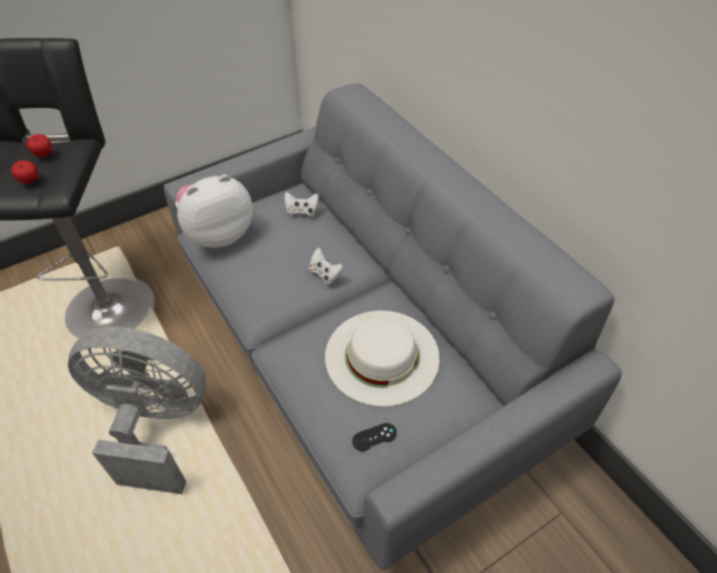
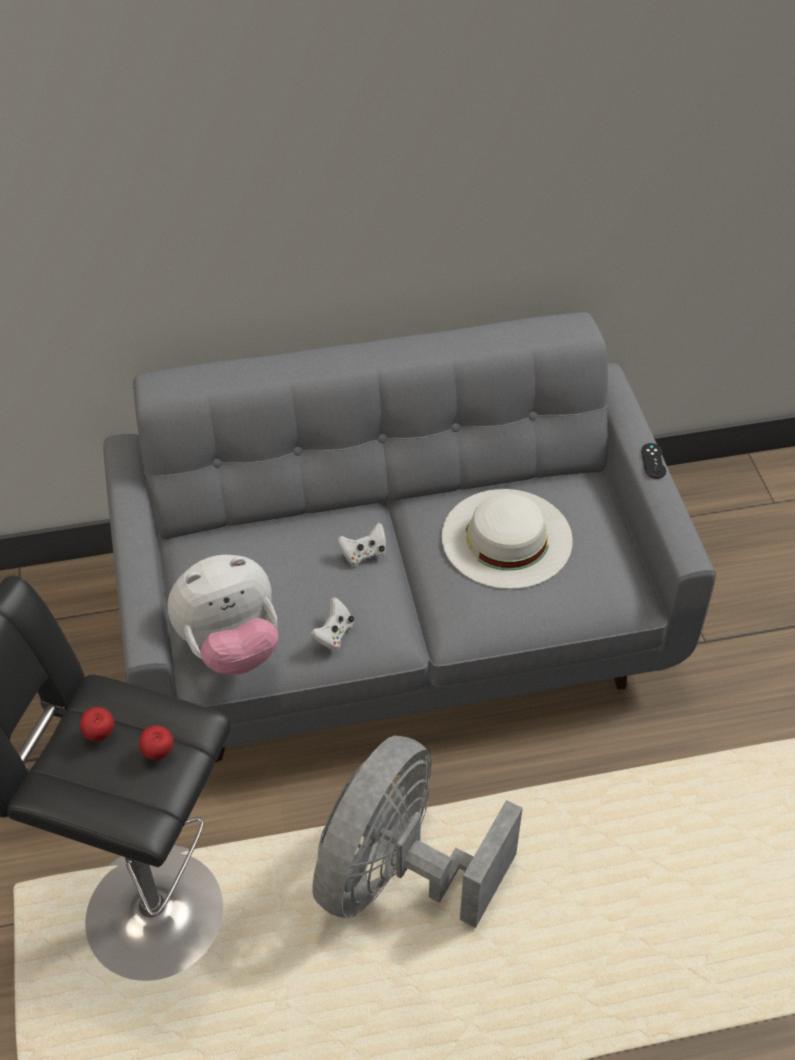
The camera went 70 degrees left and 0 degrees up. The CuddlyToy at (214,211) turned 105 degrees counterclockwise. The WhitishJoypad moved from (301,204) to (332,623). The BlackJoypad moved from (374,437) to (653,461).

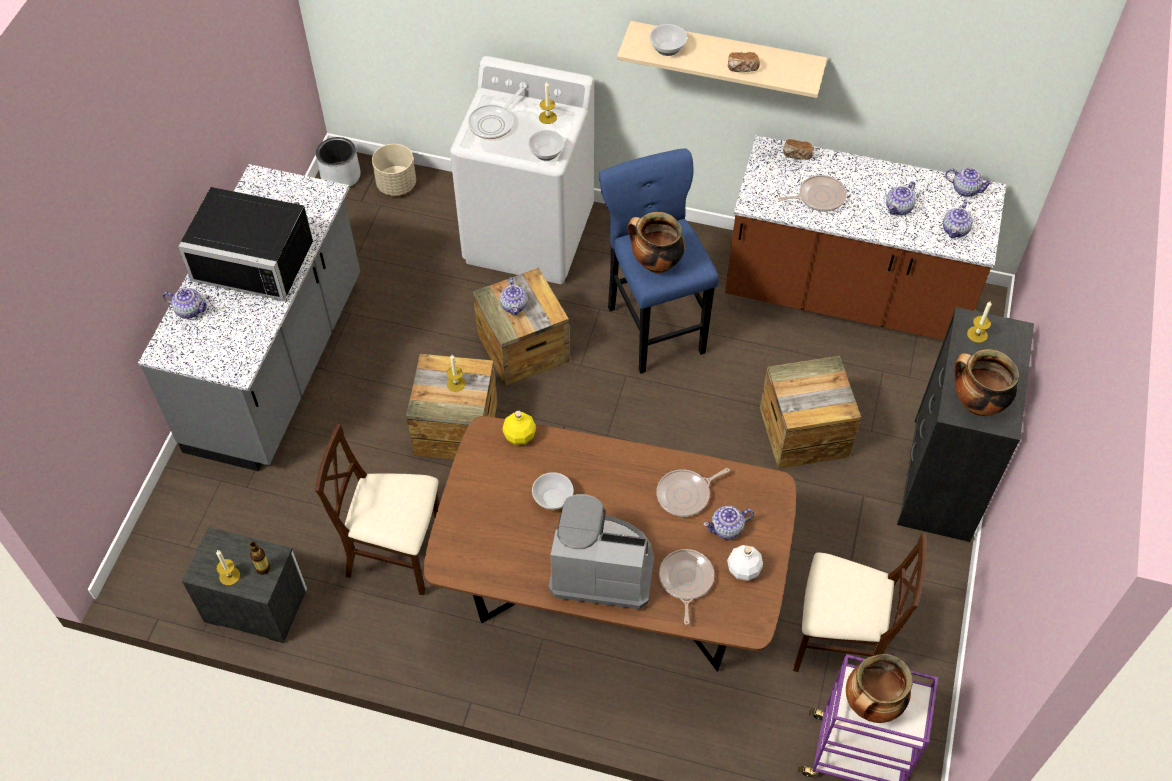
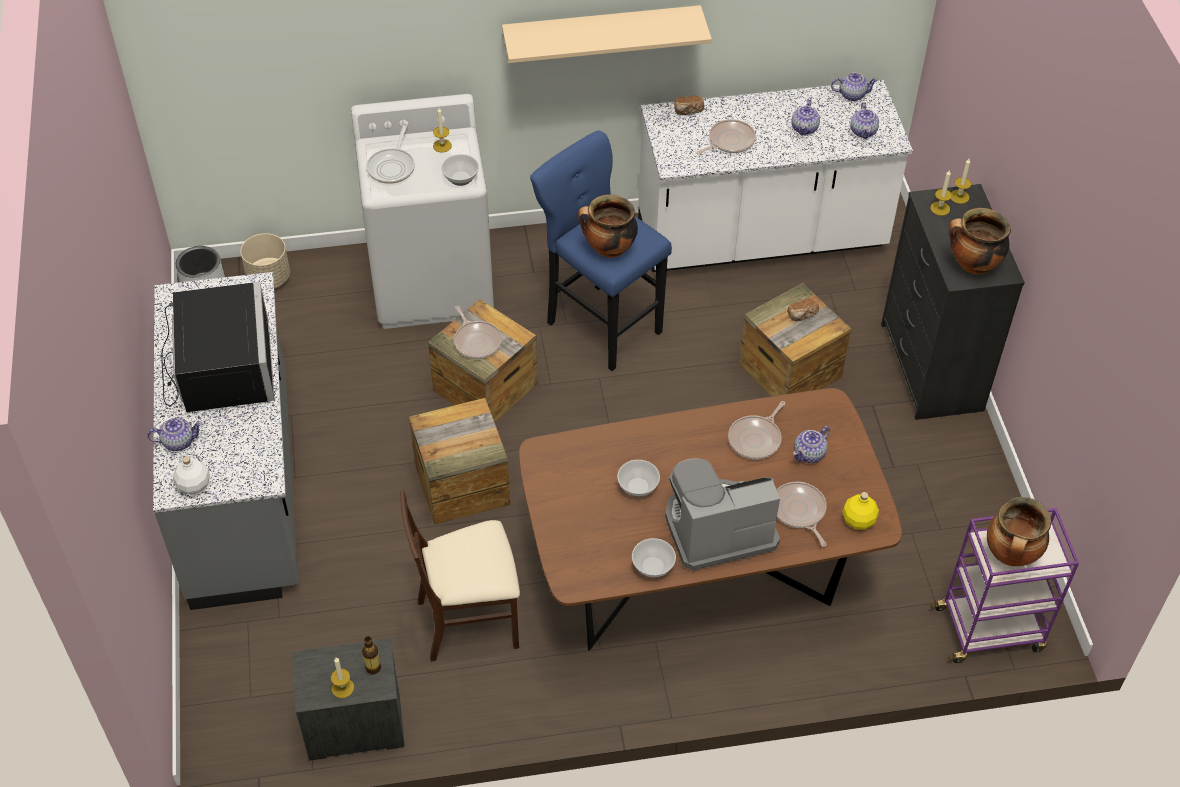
The camera went 25 degrees left and 5 degrees down. The DeepDish moved from (668,40) to (654,558). The BakedBread moved from (744,62) to (803,309). The BrownColouredKitchenCounter at (865,237) became the WhitishKitchenCounter at (775,176). The BlackMicrowaveOven at (245,244) turned 90 degrees counterclockwise. The Teapot at (514,296) was replaced by the Skillet at (478,332). The WaxCandle moved from (456,373) to (961,181). The YellowBottle moved from (519,428) to (860,511). The SandColouredPlainChair at (860,602) disappeared. The WhitishBottle moved from (745,563) to (191,475).

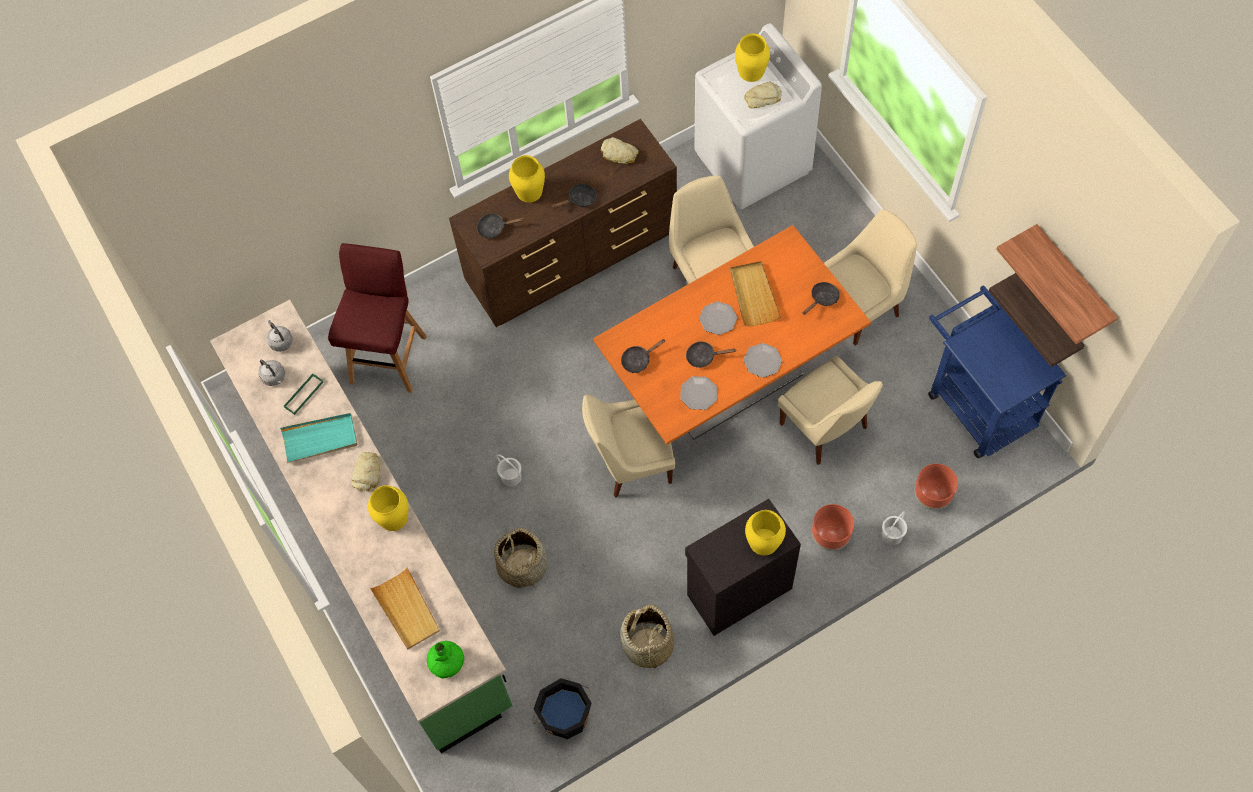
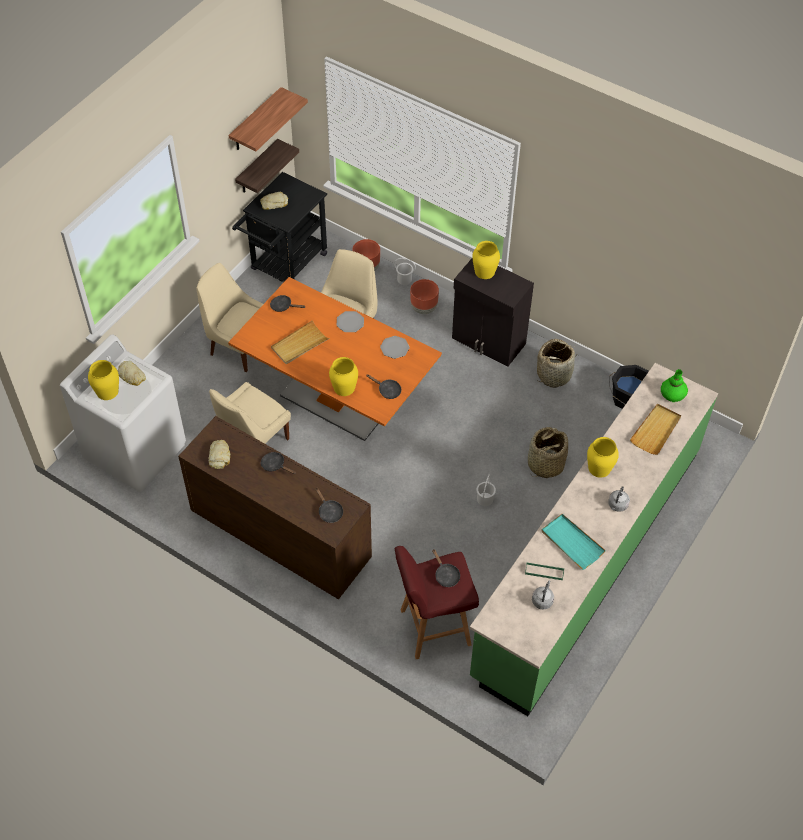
The camera went 120 degrees left and 10 degrees down. The YellowVase moved from (527,179) to (343,376). The BlueColouredCart at (997,372) became the BlackCart at (279,227). The DinnerPlate at (718,318) disappeared. The GreyishWaterKettle moved from (279,336) to (619,499). The BlackSkillet moved from (711,354) to (446,568). The SandColouredPlainChair at (628,446) disappeared. The BakedBread moved from (366,471) to (274,201).

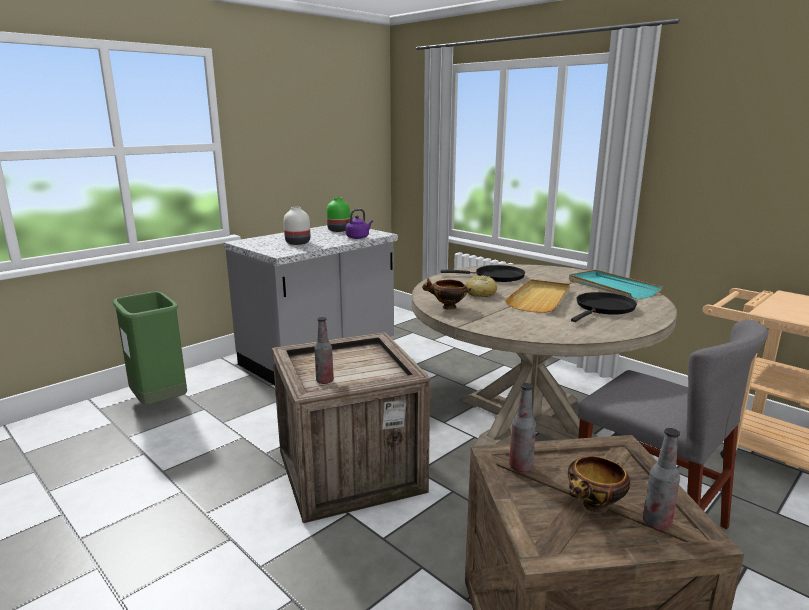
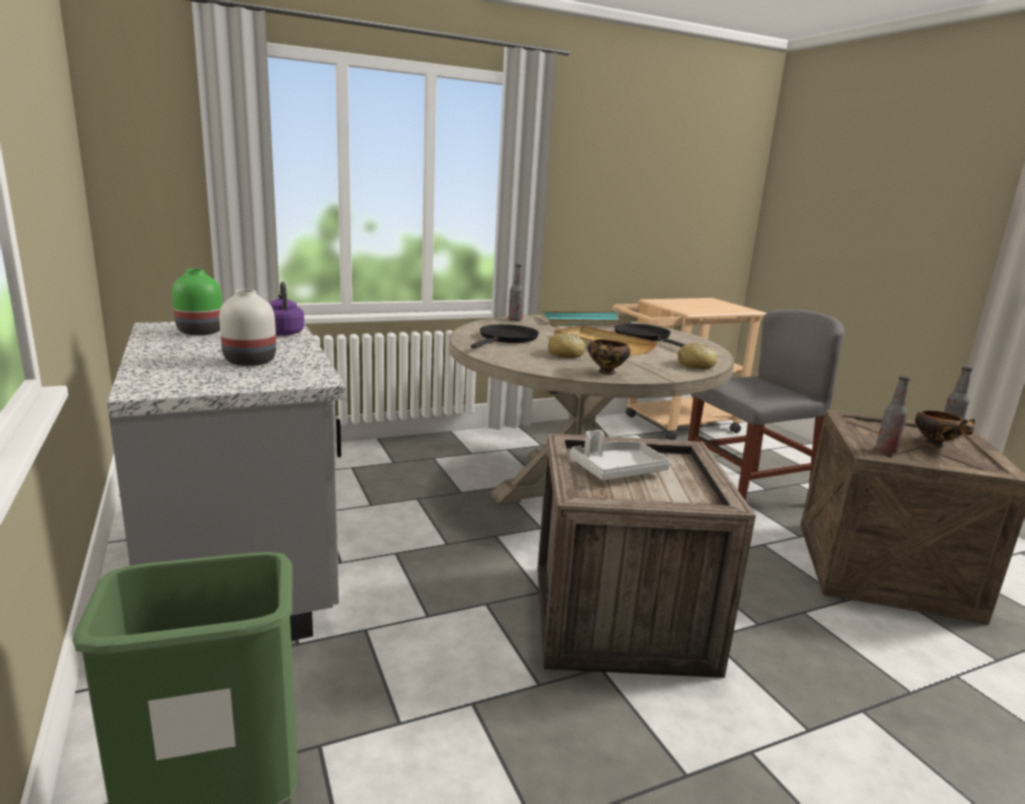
The camera went 70 degrees left and 0 degrees up. The Bottle moved from (324,350) to (516,292). The BakedBread at (697,356) appeared. The GreyishCarryingTray at (620,455) appeared.

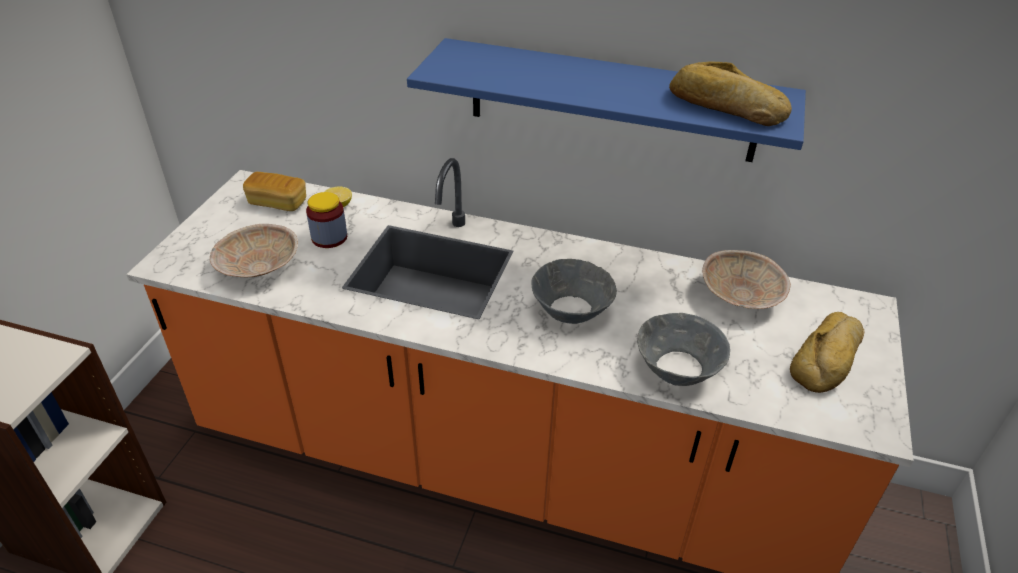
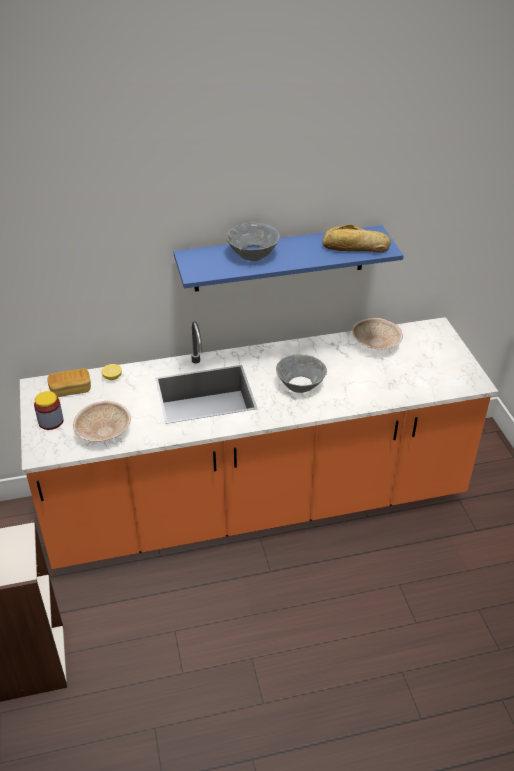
The camera went 30 degrees left and 0 degrees up. The PreserveJar moved from (326,220) to (49,410). The BakedBread at (827,352) disappeared. The GreyishDeepDish moved from (683,349) to (253,242).

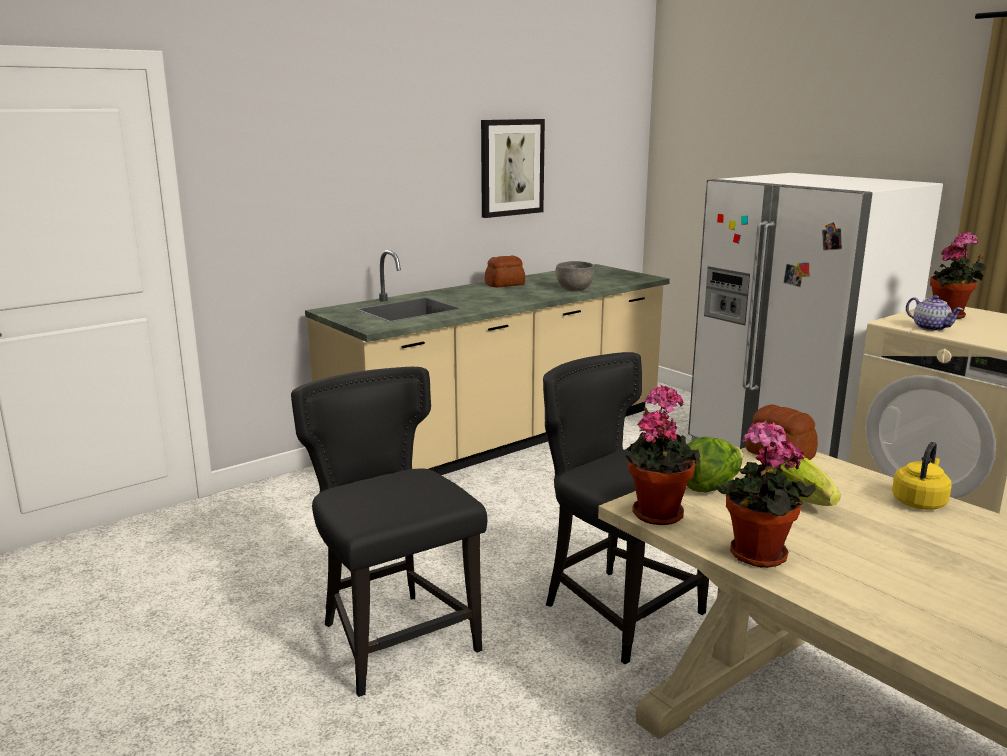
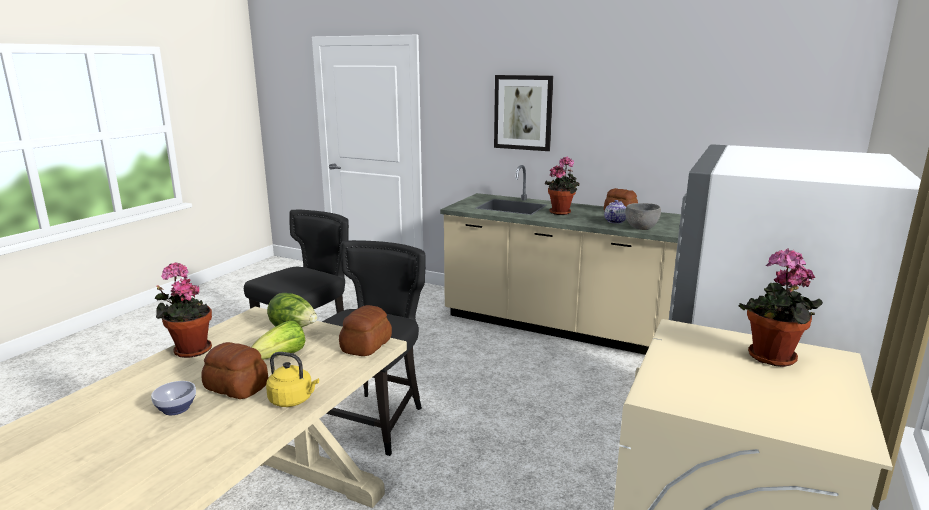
The camera went 65 degrees right and 0 degrees up. The WallPicture moved from (513,168) to (523,113). The Teapot moved from (934,313) to (615,212). The PottedPlant moved from (663,455) to (562,186). The BakedBread at (234,370) appeared. The DeepDish at (173,398) appeared.

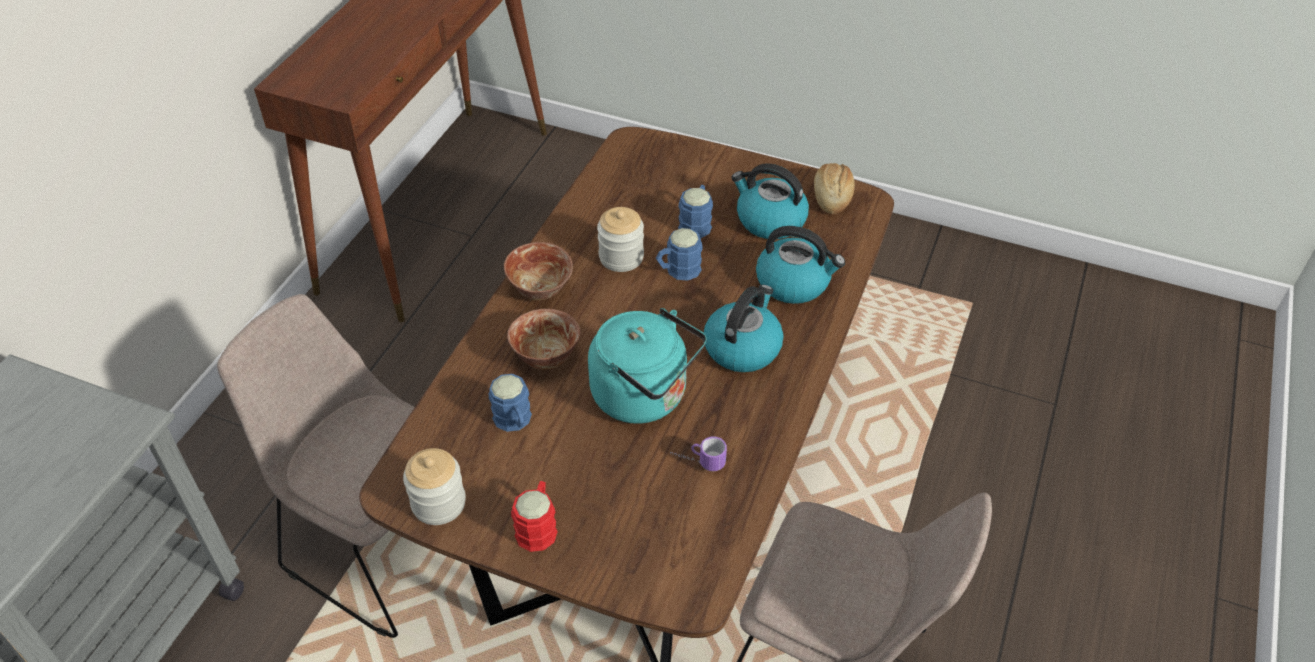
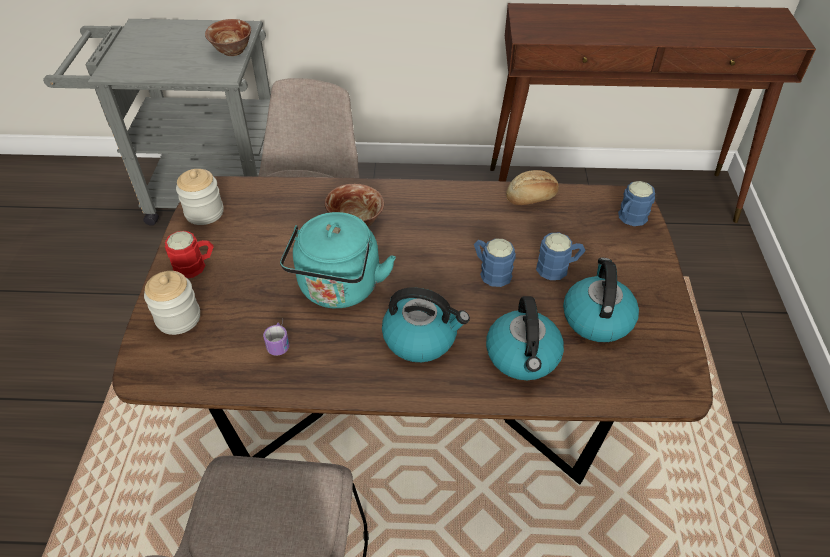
The camera went 70 degrees right and 0 degrees up. The BakedBread moved from (834,188) to (532,187). The PreserveJar moved from (620,239) to (172,303). The DeepDish moved from (538,271) to (228,37). The BlueColouredCoffeeMug moved from (510,403) to (636,203).

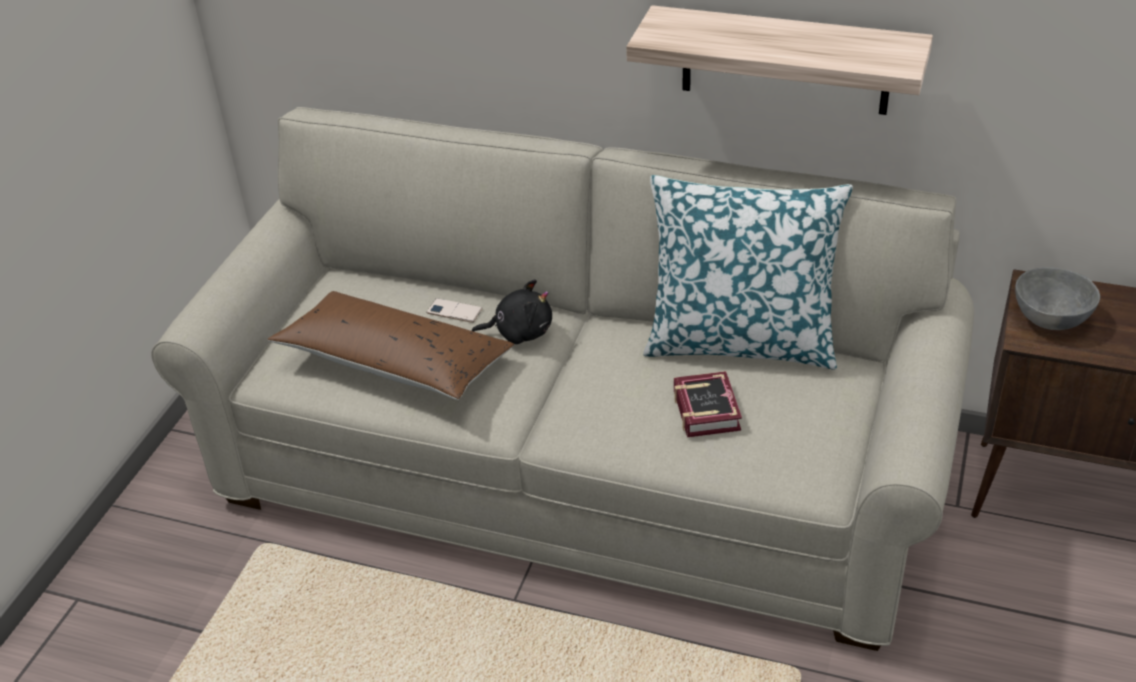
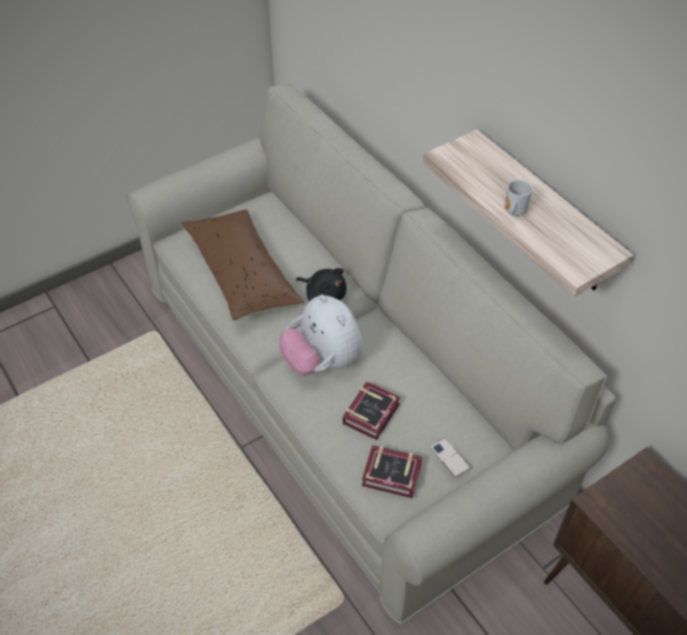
The camera went 35 degrees right and 10 degrees up. The Cushion at (748,272) disappeared. The GreyishDeepDish at (1057,298) disappeared. The Handset moved from (454,310) to (450,458). The CoffeeMug at (518,198) appeared. The CuddlyToy at (321,335) appeared. The BoundBook at (392,471) appeared.

